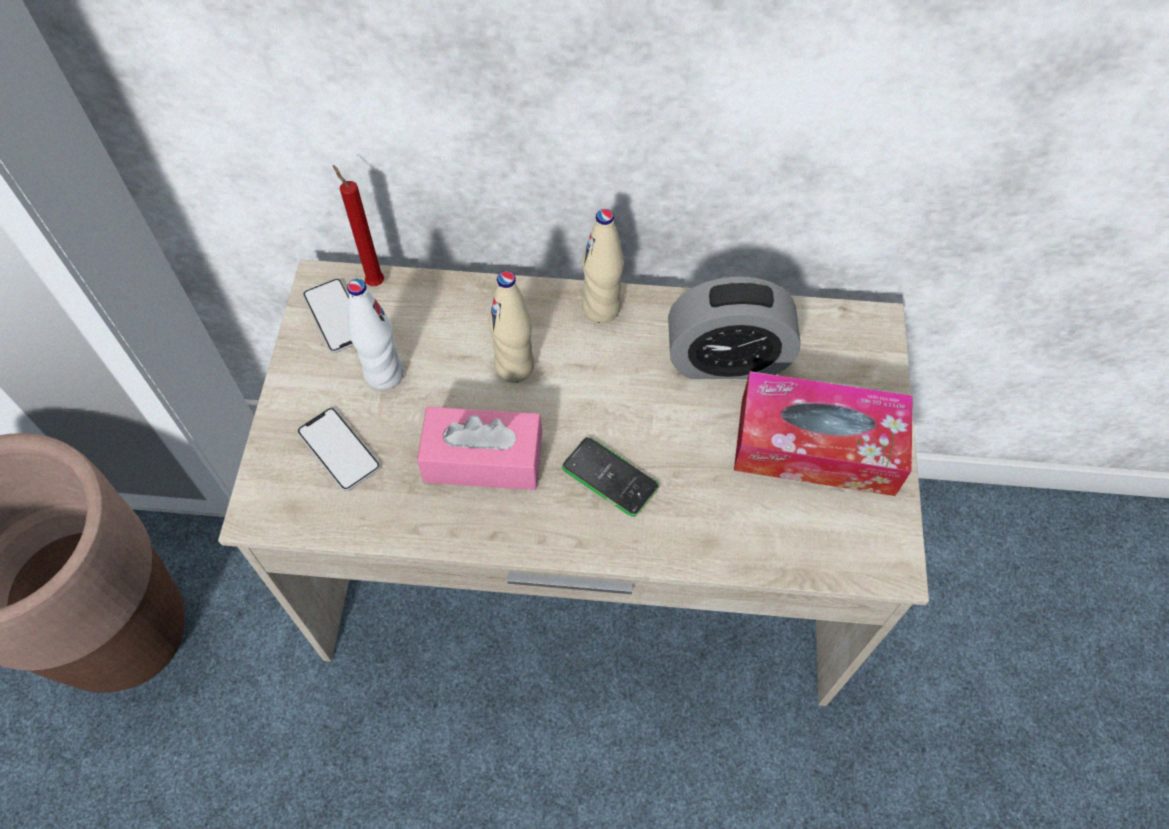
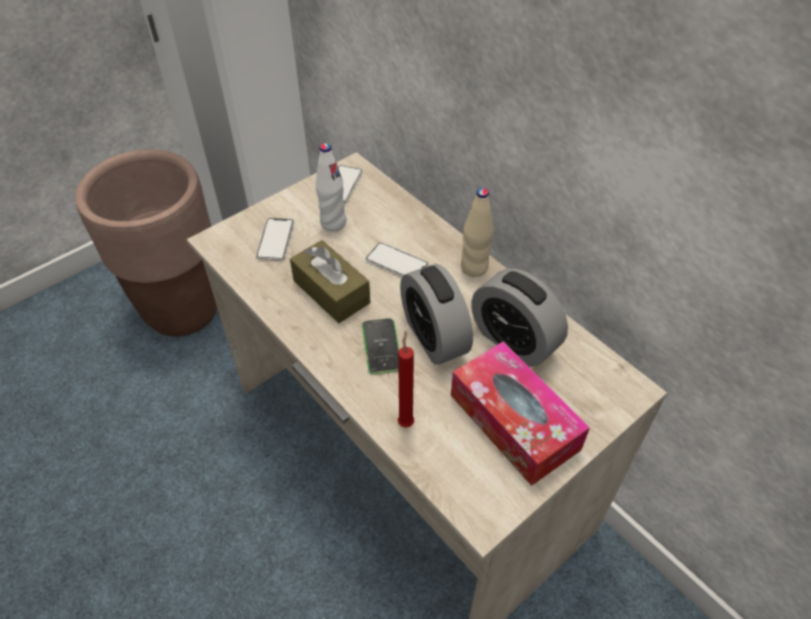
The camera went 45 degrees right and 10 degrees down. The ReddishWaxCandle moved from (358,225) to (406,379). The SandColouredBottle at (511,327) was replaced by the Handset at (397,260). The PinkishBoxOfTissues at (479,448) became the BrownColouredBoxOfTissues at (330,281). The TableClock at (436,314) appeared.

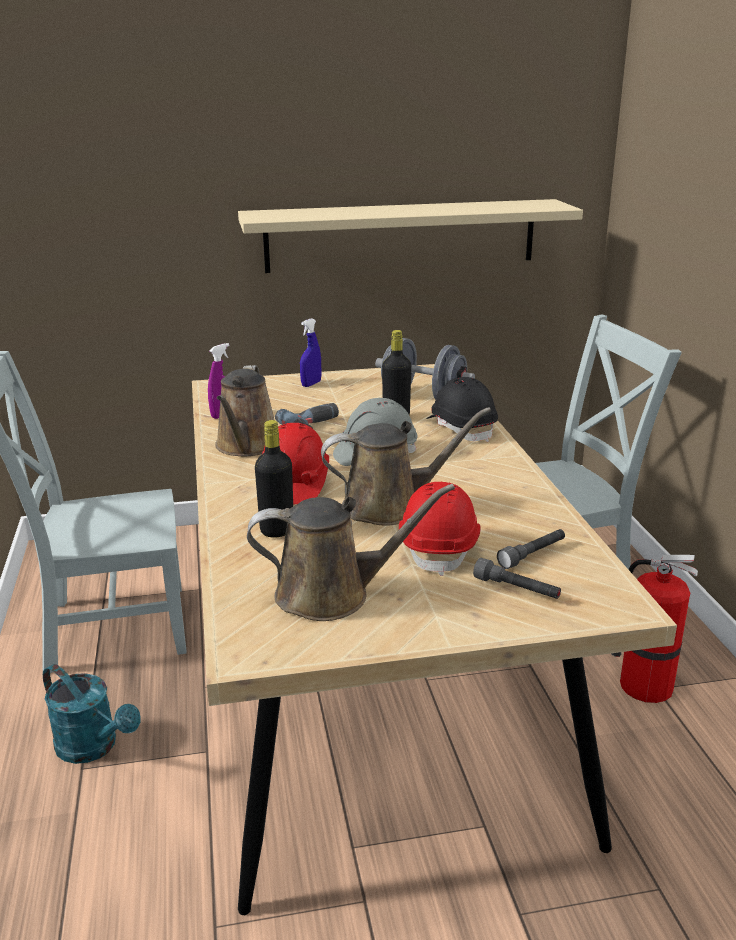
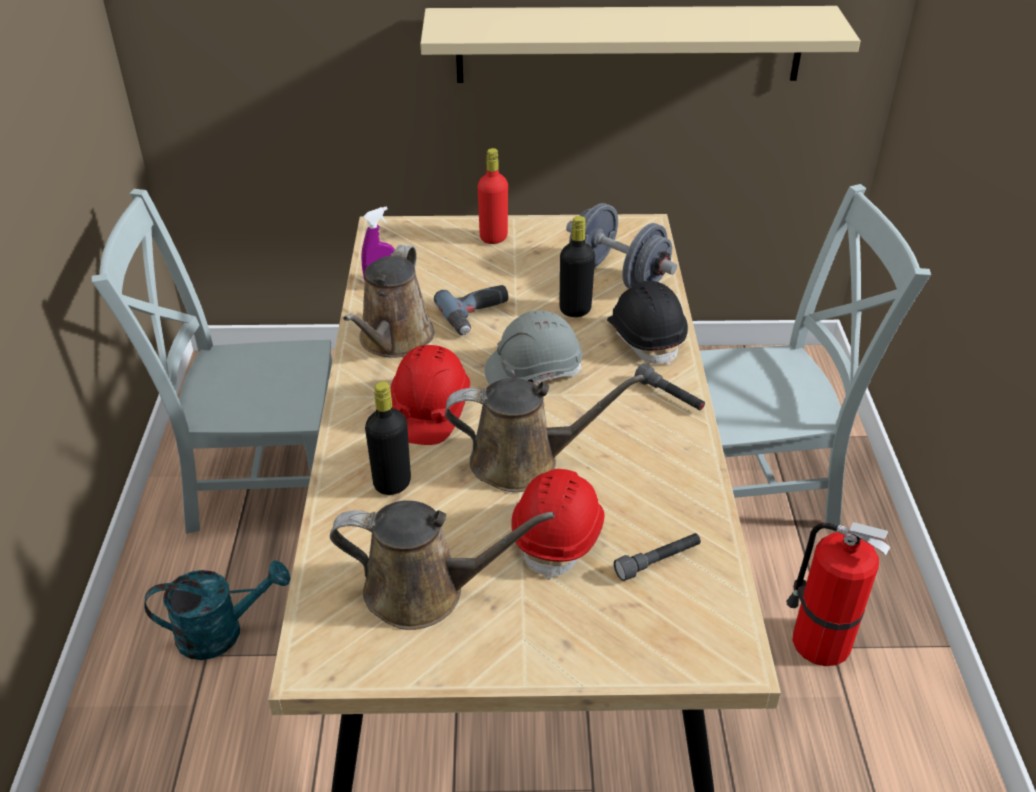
The camera went 10 degrees right and 15 degrees up. The BlueColouredSprayer at (310,352) was replaced by the ReddishBottle at (493,196). The GreyishHandTorch moved from (517,578) to (670,386). The BlueGreenWateringCan at (92,714) turned 60 degrees counterclockwise.

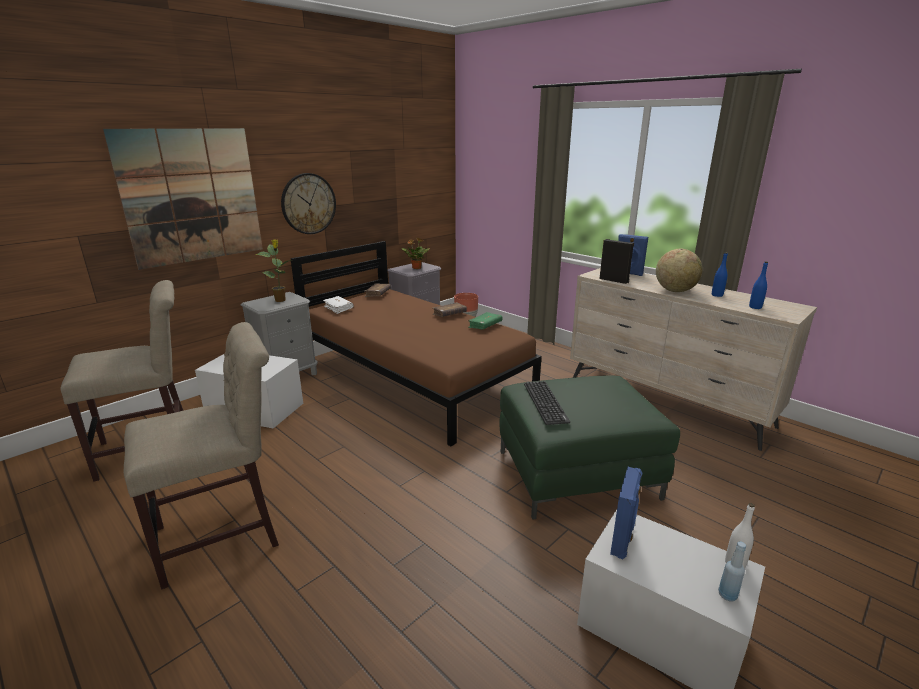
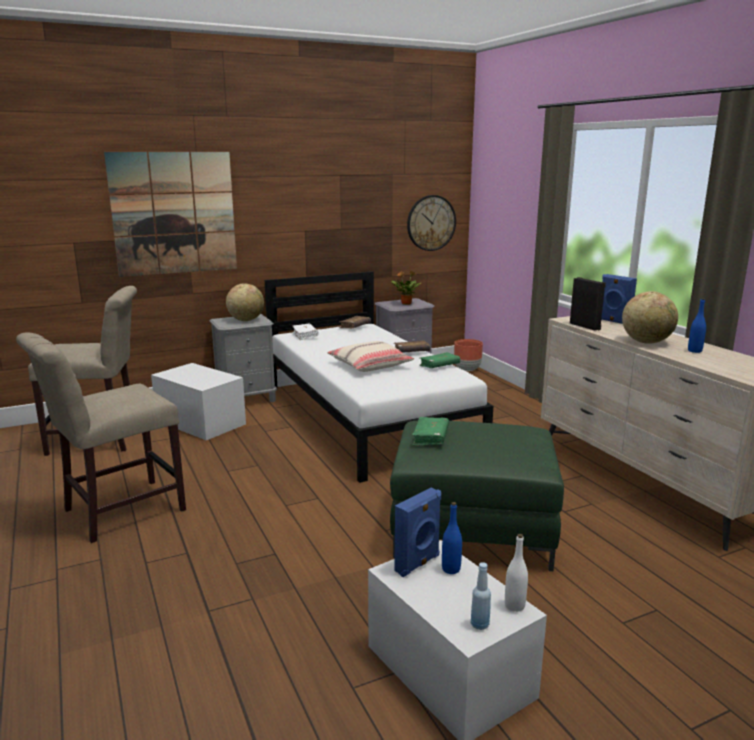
The camera went 20 degrees right and 5 degrees down. The WallClock moved from (308,203) to (431,223). The PottedPlant at (273,271) was replaced by the WorldGlobe at (245,302). The BrownColouredSleepingBed at (416,343) became the WhitishSleepingBed at (379,377). The BlueColouredBottle moved from (758,285) to (452,538). The SandColouredPlainChair at (201,455) turned 150 degrees clockwise. The ComputerKeyboard at (547,403) was replaced by the GreenishBoundBook at (430,431). The SandColouredCushion at (370,356) appeared.

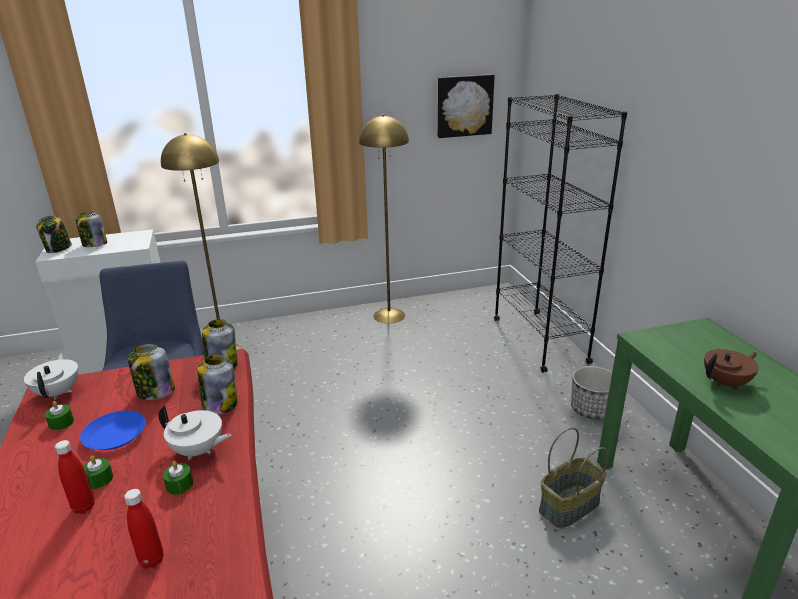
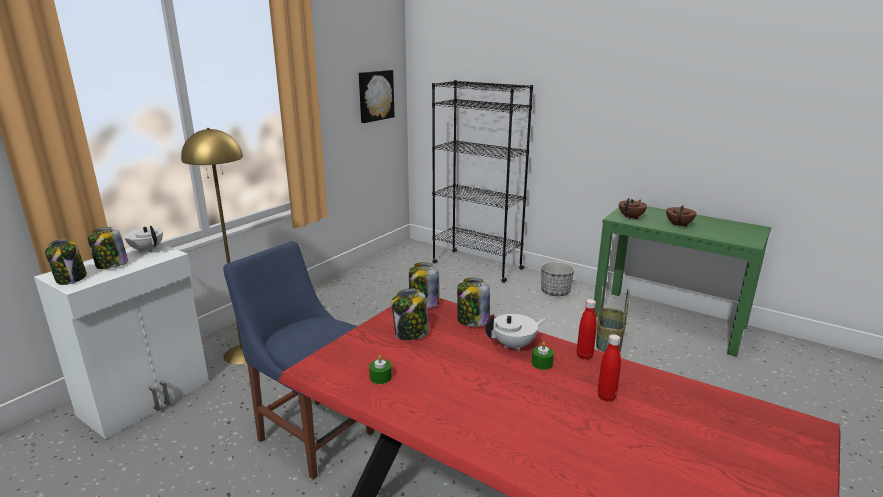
The camera went 40 degrees left and 5 degrees down. The YellowFloorLamp at (384,219) disappeared. The WhitishTeapot moved from (51,376) to (143,239). The BlueColouredDinnerPlate at (113,430) disappeared. The ReddishBottle moved from (75,477) to (587,329). The GreenishWaxCandle at (98,472) disappeared. The BrownColouredTeapot at (633,208) appeared.

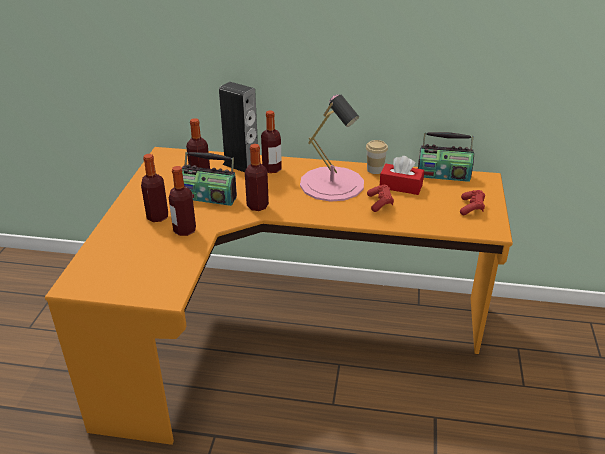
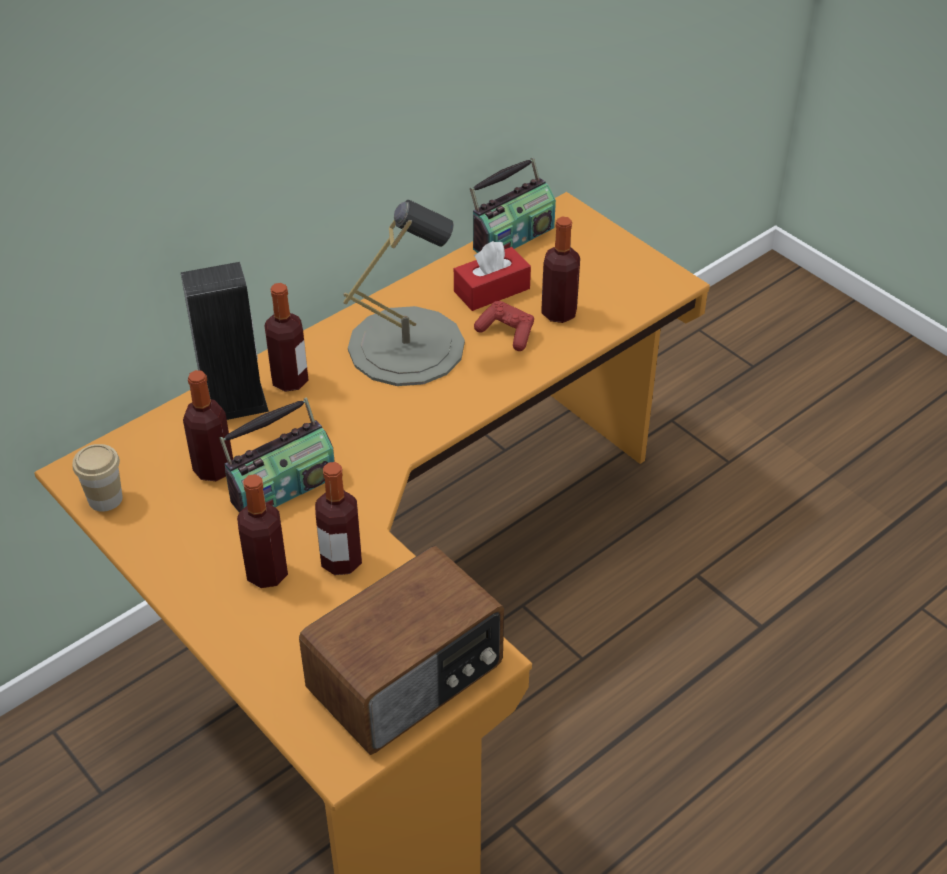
The camera went 50 degrees left and 10 degrees up. The PinkishTabletopLamp at (332,148) became the GreyishTabletopLamp at (404,293). The DrinkingCup moved from (377,157) to (98,478). The Bottle moved from (257,177) to (560,270). The ReddishJoypad at (472,202) disappeared. The RadioReceiver at (401,650) appeared.

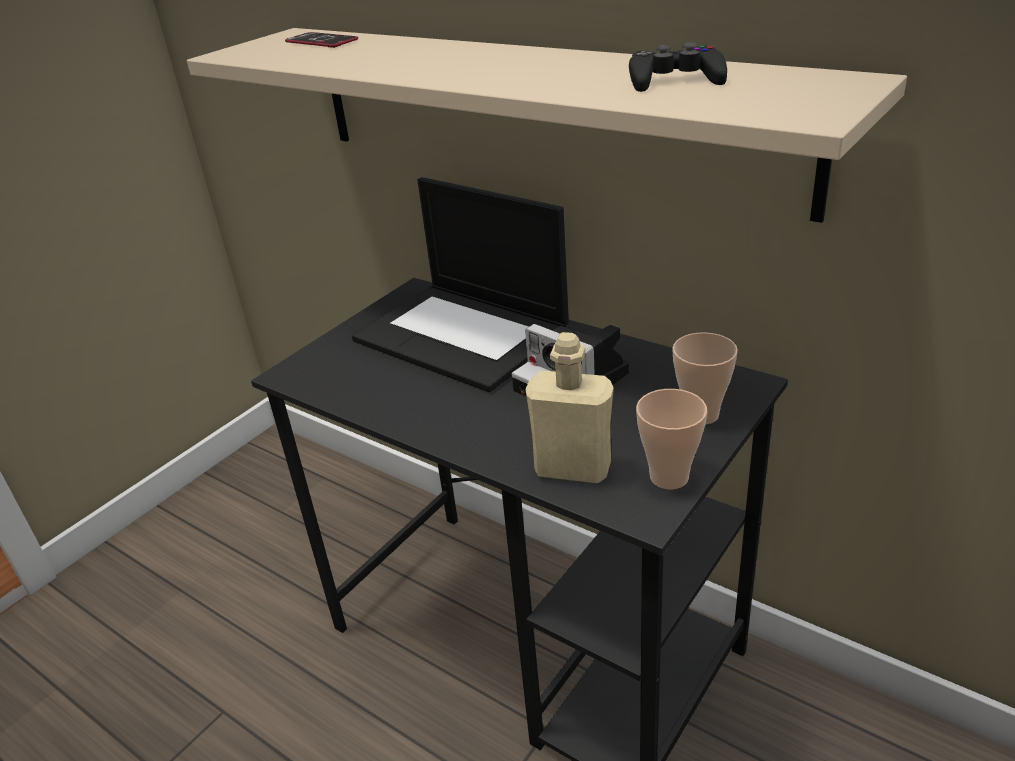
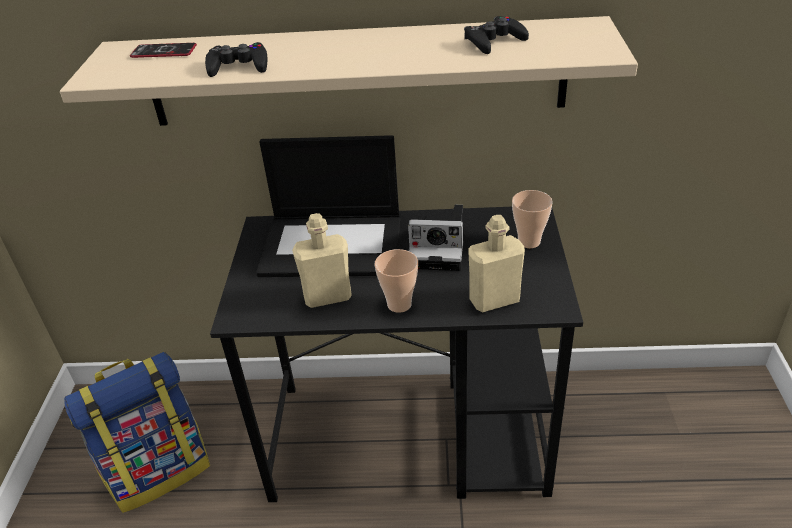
The camera went 35 degrees left and 5 degrees up. The DrinkingCup moved from (671,439) to (396,281). The BlackJoypad at (236,59) appeared. The SandColouredBottle at (322,260) appeared. The Rucksack at (137,432) appeared.

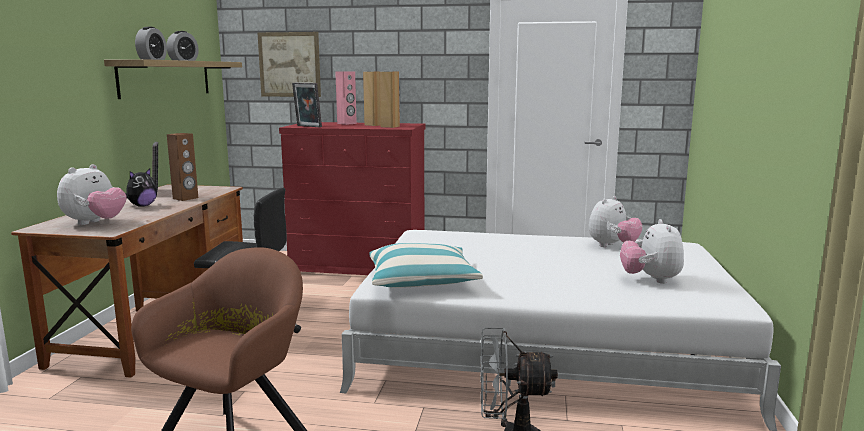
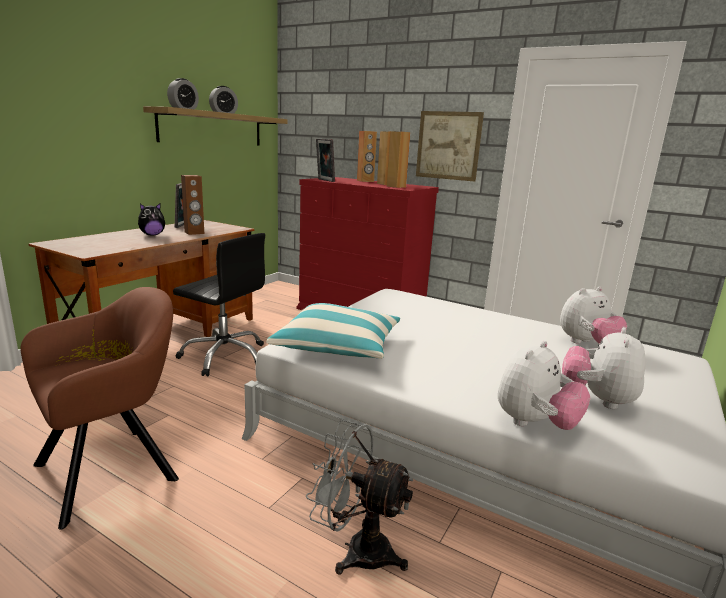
The camera went 20 degrees right and 5 degrees up. The WallPicture moved from (289,64) to (450,146). The PinkishAudioSpeaker at (346,98) became the BrownColouredAudioSpeaker at (367,156). The CuddlyToy moved from (91,194) to (544,385).

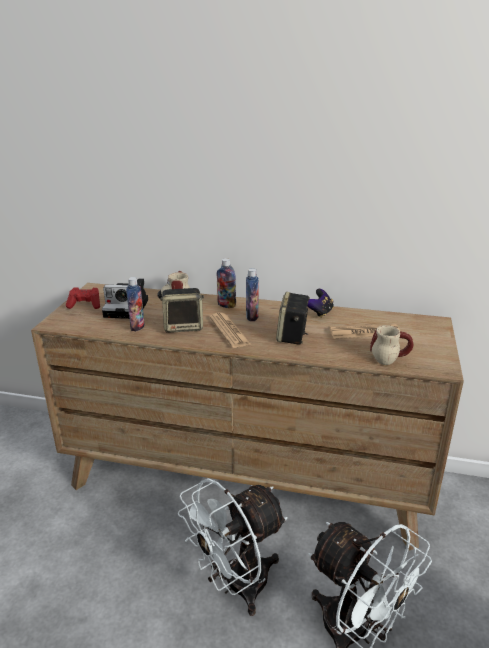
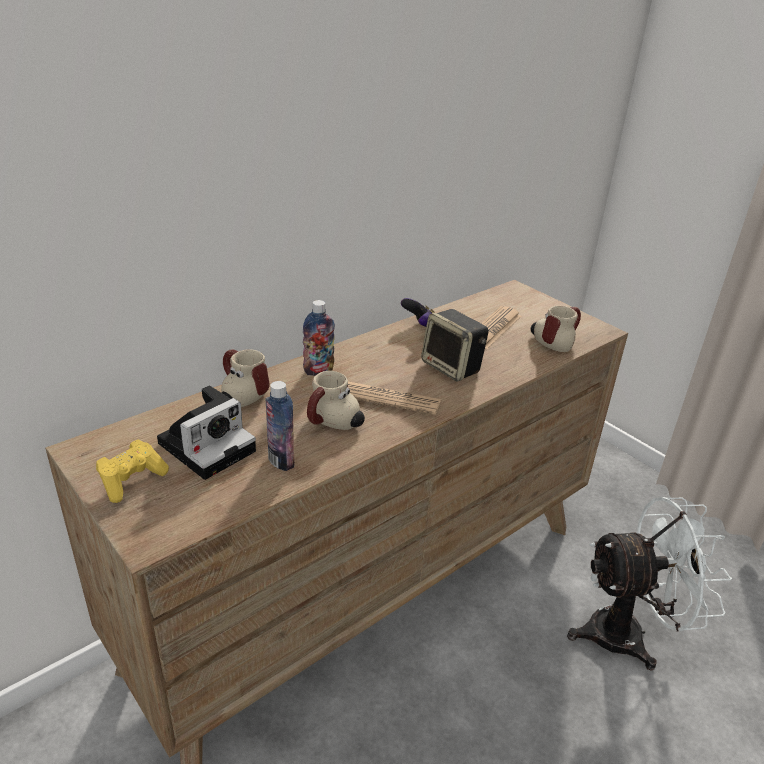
The camera went 55 degrees left and 5 degrees up. The Bottle at (252,294) disappeared. The ReddishJoypad at (83,298) became the YellowJoypad at (132,471). The AudioSpeaker at (182,310) was replaced by the CoffeeMug at (336,400). The WhitishCoolingFan at (233,547) disappeared.

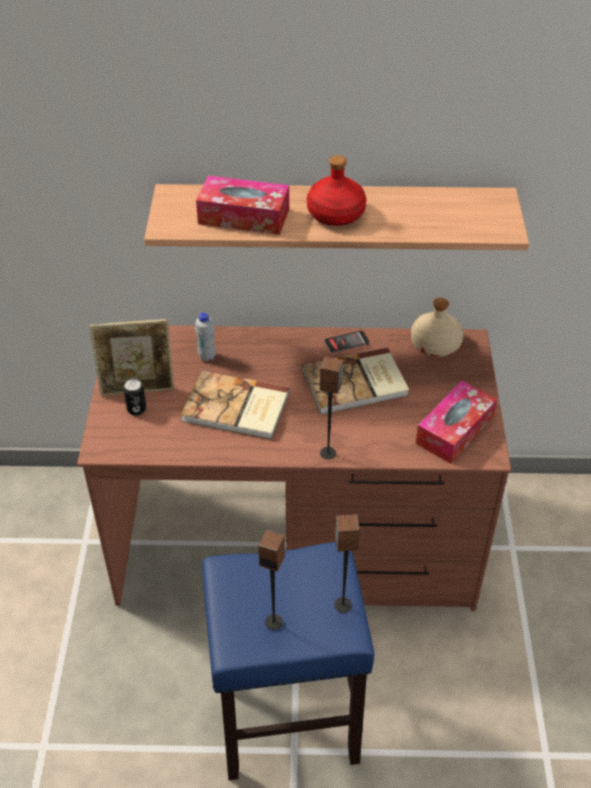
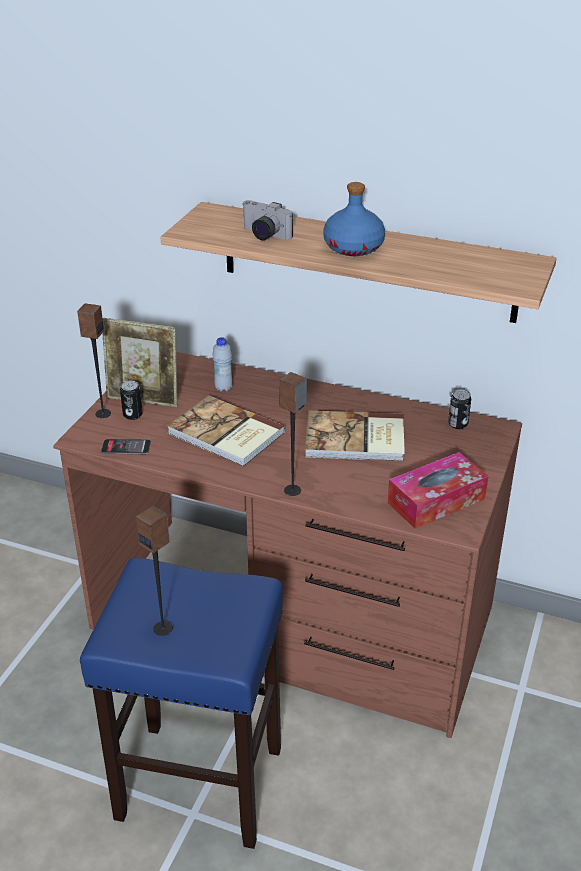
The camera went 20 degrees right and 10 degrees down. The ReddishBottle at (337,190) became the BlueColouredBottle at (354,219). The BoxOfTissues at (242,205) was replaced by the StillCamera at (267,220). The SandColouredBottle at (437,327) was replaced by the MetalCan at (459,409). The Handset moved from (347,341) to (126,446). The AudioSpeaker moved from (347,563) to (94,360).

